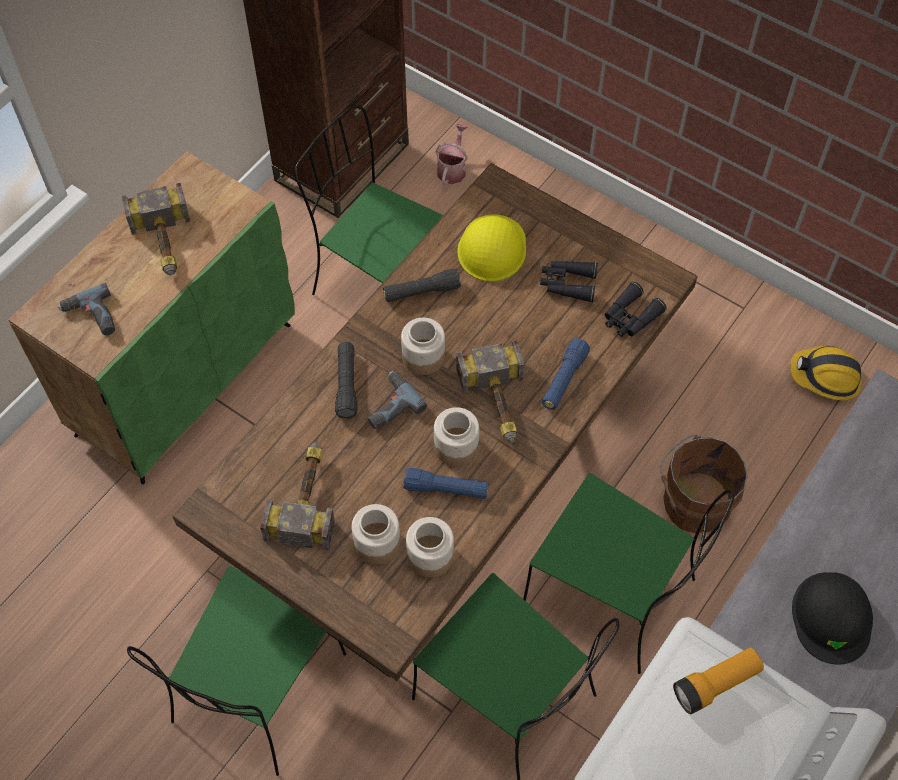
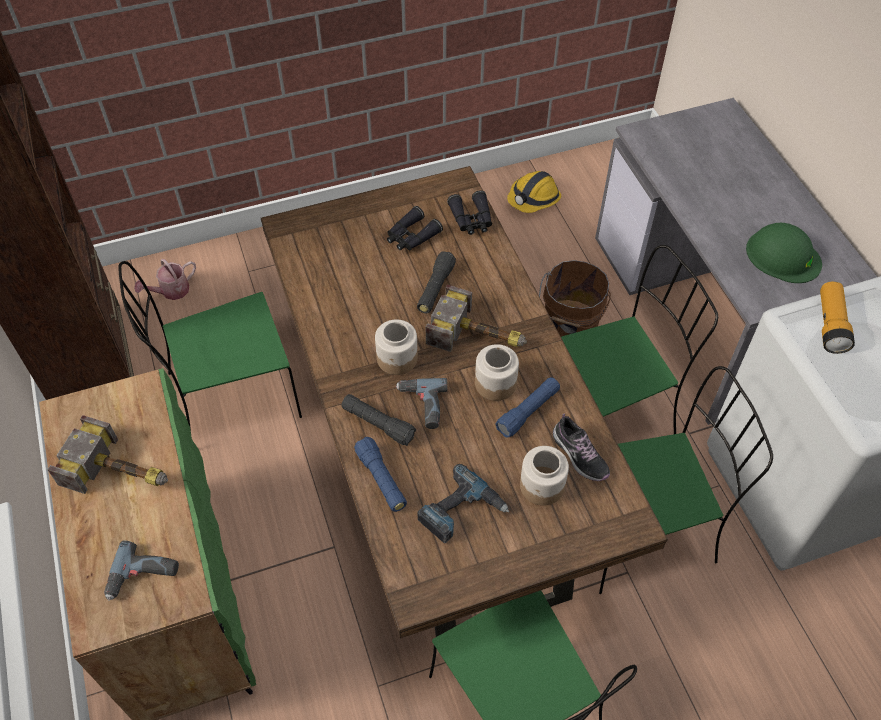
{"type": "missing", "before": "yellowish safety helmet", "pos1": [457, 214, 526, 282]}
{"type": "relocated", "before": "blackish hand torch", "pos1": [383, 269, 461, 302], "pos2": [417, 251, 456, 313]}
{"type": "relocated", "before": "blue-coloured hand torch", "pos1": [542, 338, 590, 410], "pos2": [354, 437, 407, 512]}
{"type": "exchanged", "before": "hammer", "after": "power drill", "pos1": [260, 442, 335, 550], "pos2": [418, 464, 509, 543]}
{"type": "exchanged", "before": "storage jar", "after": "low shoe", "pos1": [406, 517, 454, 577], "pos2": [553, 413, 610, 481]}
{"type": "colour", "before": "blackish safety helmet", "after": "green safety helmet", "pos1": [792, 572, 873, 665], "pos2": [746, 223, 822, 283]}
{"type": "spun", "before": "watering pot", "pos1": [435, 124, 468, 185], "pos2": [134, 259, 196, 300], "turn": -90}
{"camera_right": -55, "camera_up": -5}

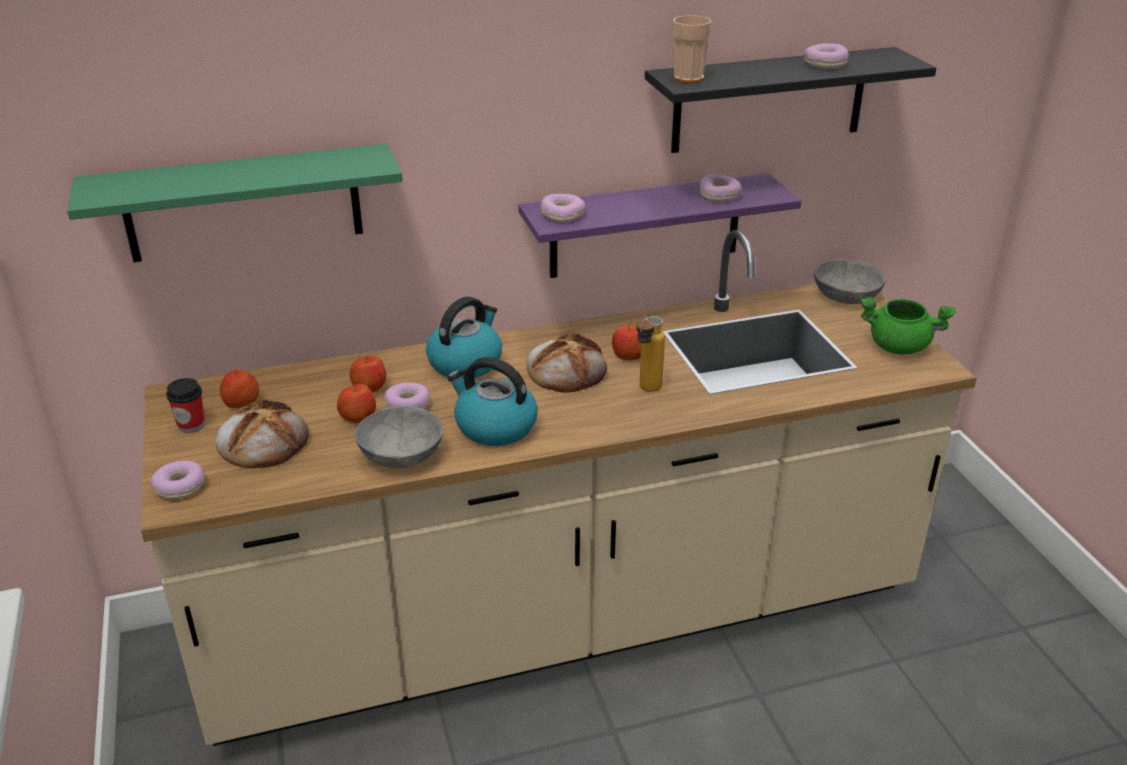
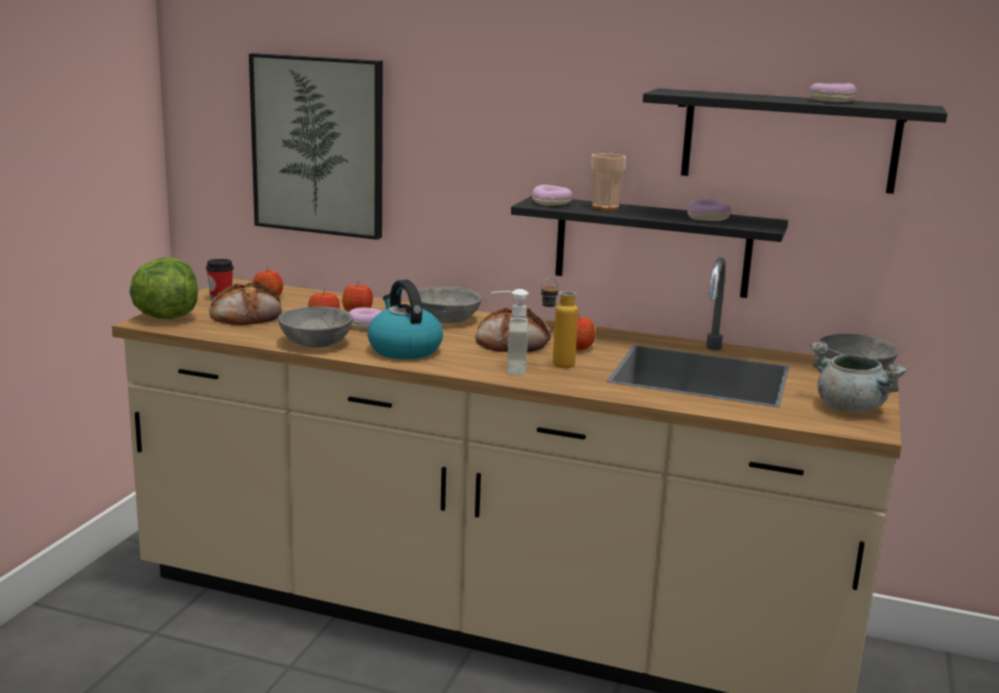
{"type": "appeared", "after": "soap bottle", "pos2": [491, 289, 529, 375]}
{"type": "relocated", "before": "cup", "pos1": [673, 15, 711, 83], "pos2": [591, 153, 626, 210]}
{"type": "exchanged", "before": "green wall shelf", "after": "wall art", "pos1": [67, 144, 403, 262], "pos2": [249, 53, 383, 240]}
{"type": "exchanged", "before": "ring doughnut", "after": "head of lettuce", "pos1": [150, 461, 205, 499], "pos2": [129, 258, 198, 319]}
{"type": "exchanged", "before": "water kettle", "after": "greyish bowl", "pos1": [426, 297, 502, 378], "pos2": [418, 287, 482, 323]}
{"type": "colour", "before": "purplish wall shelf", "after": "blackish wall shelf", "pos1": [518, 174, 802, 278], "pos2": [511, 196, 788, 298]}
{"type": "colour", "before": "green cooking pot", "after": "greyish cooking pot", "pos1": [860, 297, 956, 354], "pos2": [810, 341, 908, 412]}
{"camera_right": 35, "camera_up": -15}

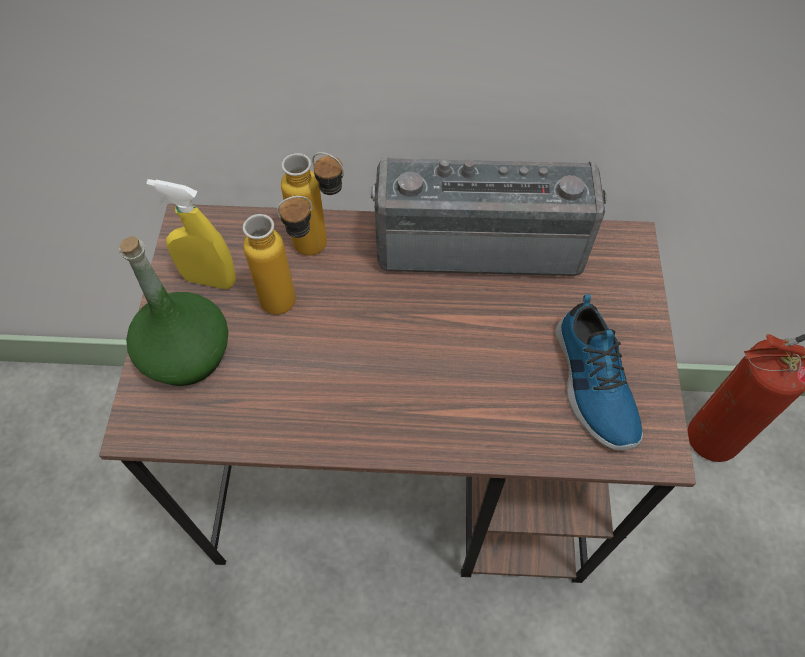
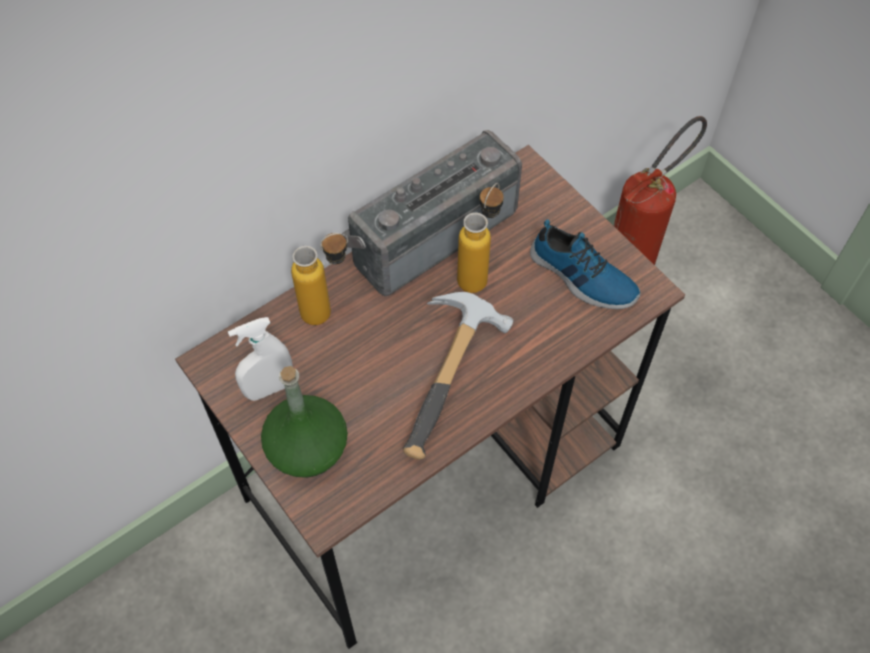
{"type": "appeared", "after": "hammer", "pos2": [403, 292, 514, 460]}
{"type": "relocated", "before": "bottle", "pos1": [243, 196, 312, 315], "pos2": [457, 183, 504, 293]}
{"type": "colour", "before": "yellowish sprayer", "after": "whitish sprayer", "pos1": [147, 179, 236, 289], "pos2": [228, 317, 293, 401]}
{"camera_right": -40, "camera_up": 0}

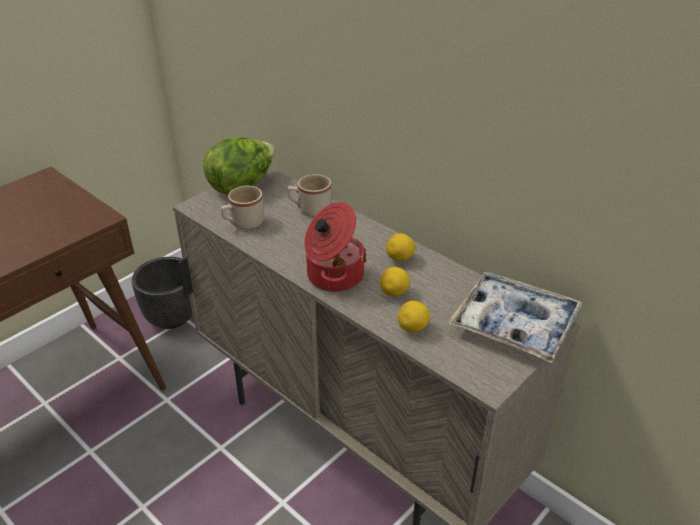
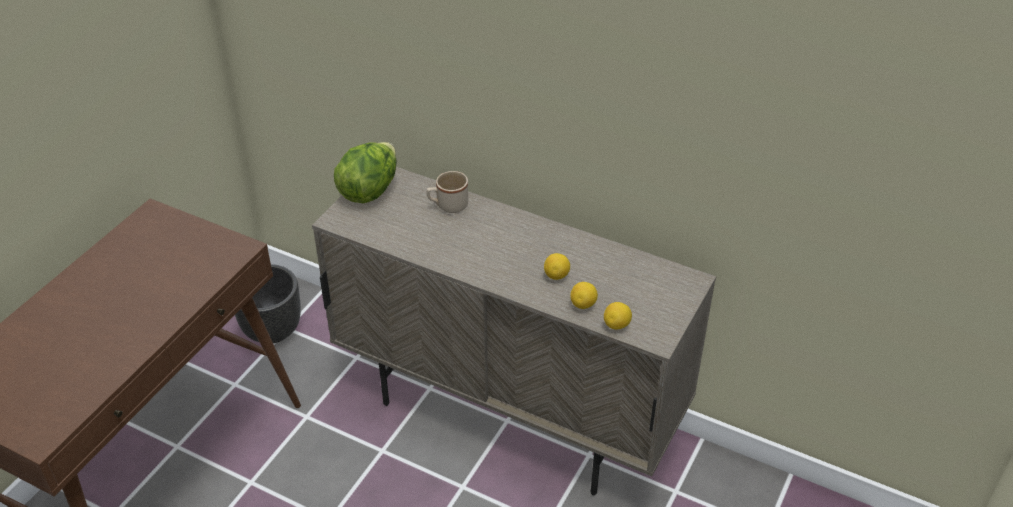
{"type": "missing", "before": "sand-coloured mug", "pos1": [221, 186, 264, 230]}
{"type": "missing", "before": "cooking pot", "pos1": [304, 202, 367, 292]}
{"type": "missing", "before": "carrying tray", "pos1": [447, 272, 583, 363]}
{"type": "relocated", "before": "lemon", "pos1": [386, 233, 415, 261], "pos2": [604, 302, 632, 330]}
{"camera_right": -15, "camera_up": 5}

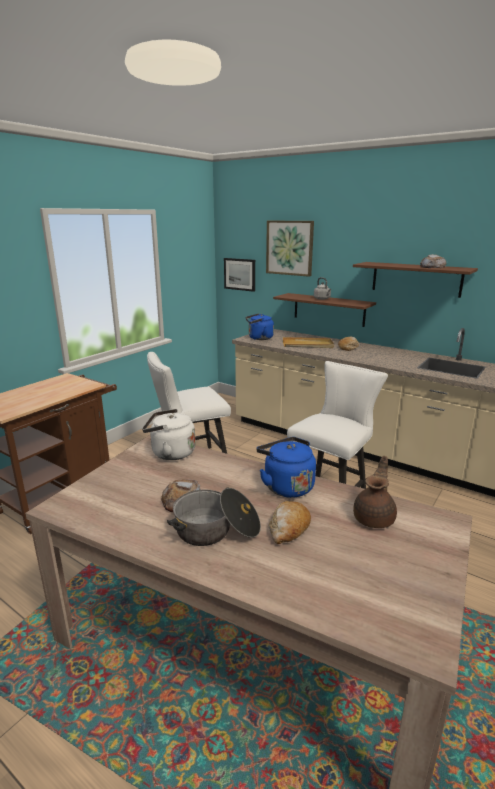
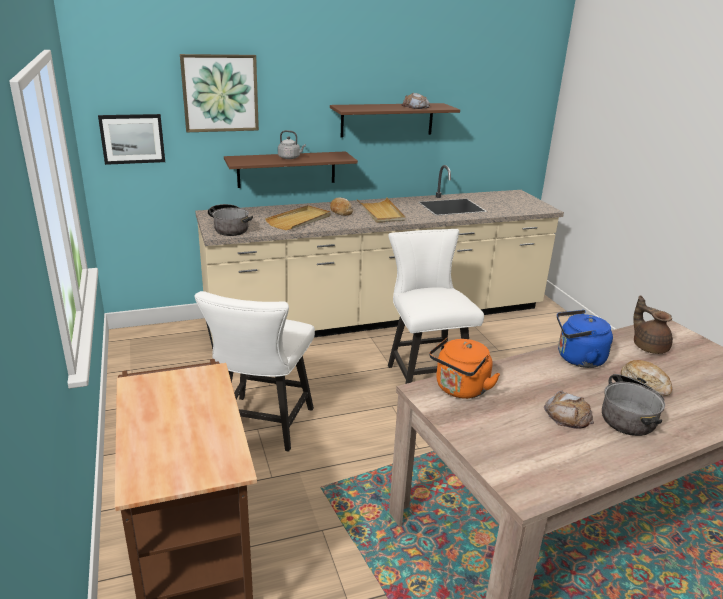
{"type": "appeared", "after": "sand-coloured carrying tray", "pos2": [357, 198, 405, 223]}
{"type": "exchanged", "before": "blue-coloured water kettle", "after": "cooking pot", "pos1": [245, 313, 274, 340], "pos2": [208, 204, 253, 236]}
{"type": "colour", "before": "whitish water kettle", "after": "orangey water kettle", "pos1": [142, 409, 196, 460], "pos2": [429, 337, 500, 399]}
{"camera_right": -55, "camera_up": 5}

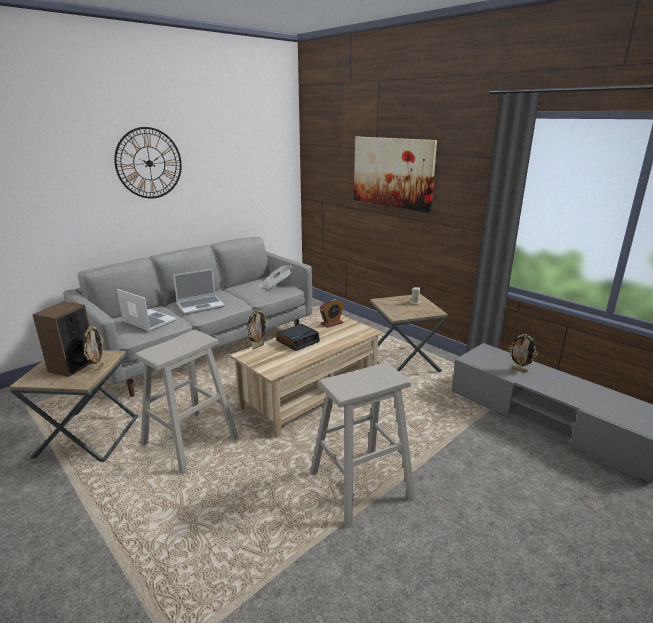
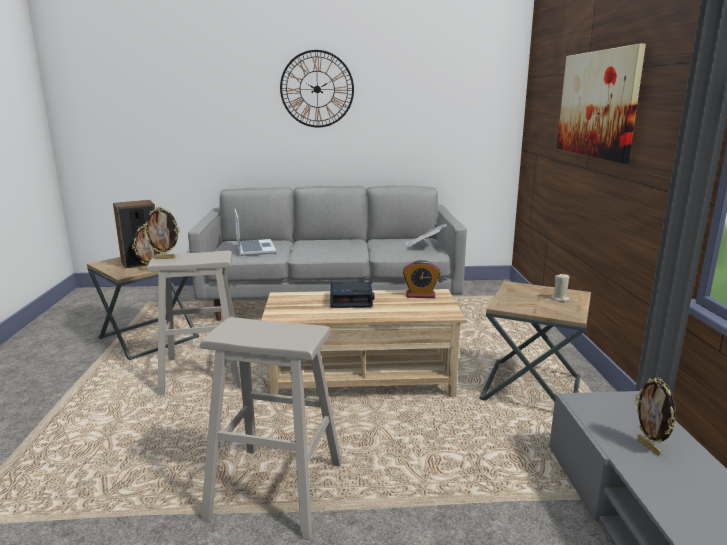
{"type": "missing", "before": "laptop", "pos1": [173, 269, 225, 315]}
{"type": "relocated", "before": "standing frame", "pos1": [247, 310, 268, 350], "pos2": [143, 207, 180, 259]}
{"camera_right": 40, "camera_up": -5}

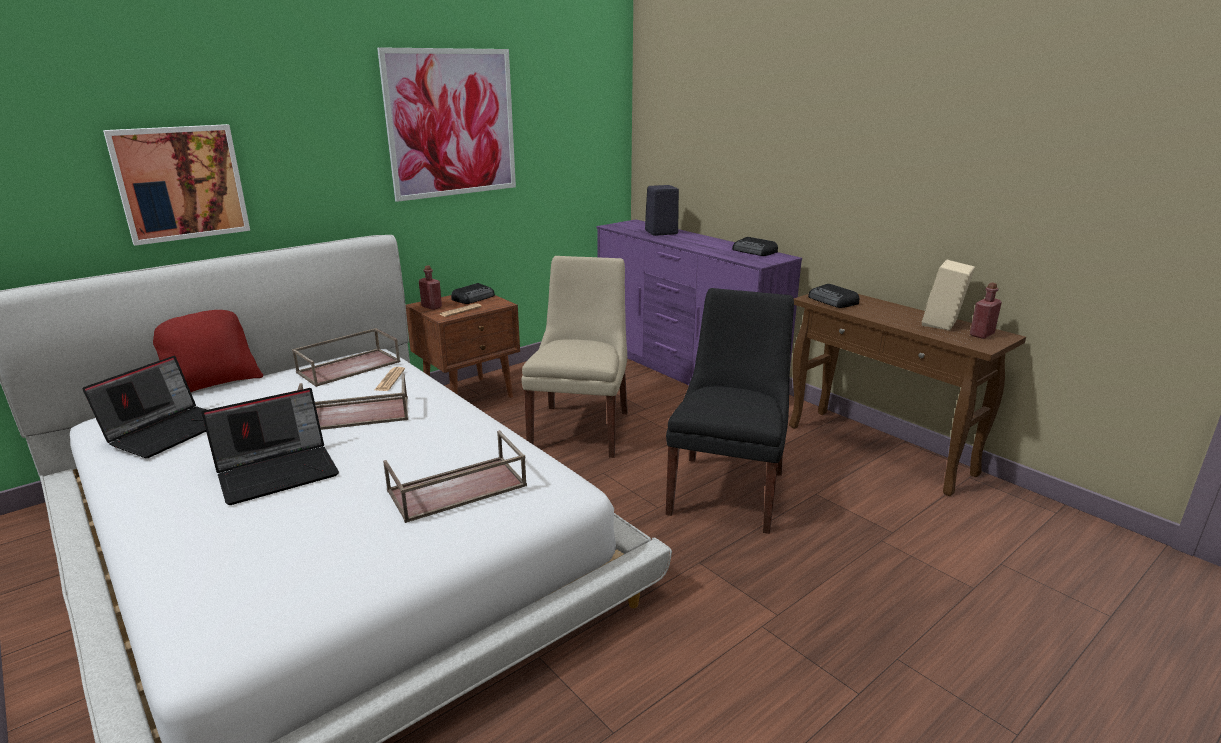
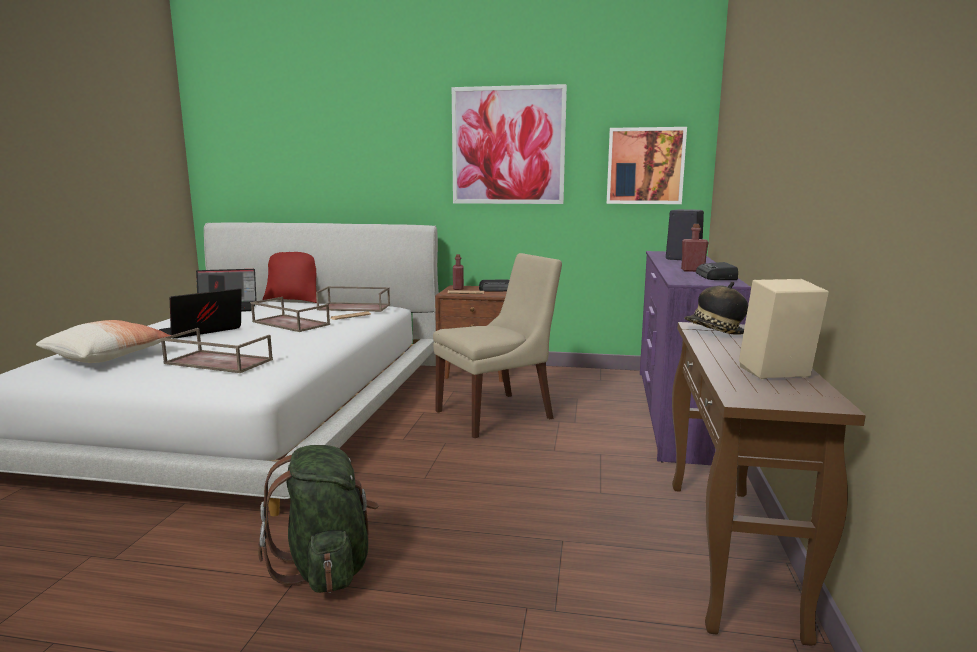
{"type": "missing", "before": "blackish plain chair", "pos1": [666, 288, 794, 534]}
{"type": "appeared", "after": "pillow", "pos2": [36, 320, 171, 363]}
{"type": "appeared", "after": "green knapsack", "pos2": [258, 445, 379, 593]}
{"type": "relocated", "before": "wall art", "pos1": [103, 124, 250, 246], "pos2": [607, 127, 687, 204]}
{"type": "relocated", "before": "red-coloured bottle", "pos1": [970, 283, 1002, 339], "pos2": [681, 224, 709, 272]}
{"type": "exchanged", "before": "radio receiver", "after": "wearable hat", "pos1": [808, 284, 859, 308], "pos2": [684, 282, 748, 335]}
{"type": "spun", "before": "laptop", "pos1": [202, 388, 339, 505], "pos2": [159, 288, 242, 338], "turn": 120}
{"camera_right": 50, "camera_up": -10}

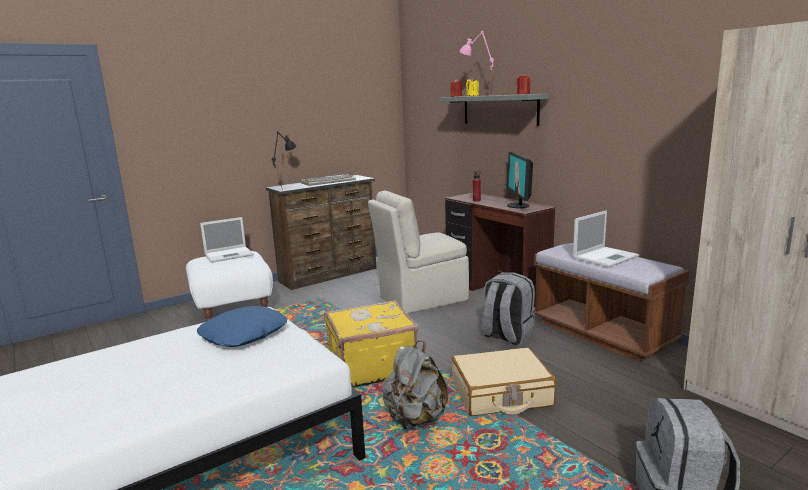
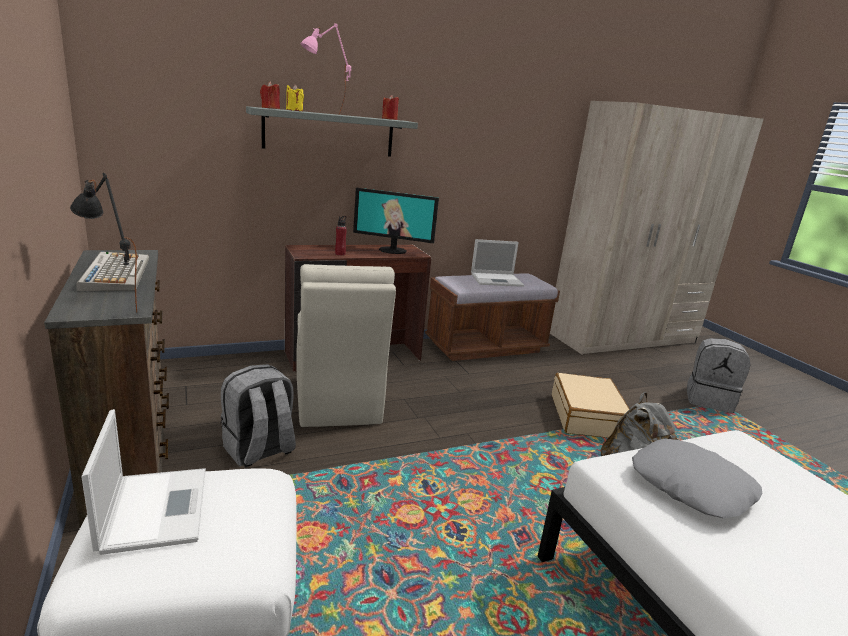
{"type": "missing", "before": "yellowish suitcase", "pos1": [324, 300, 418, 388]}
{"type": "relocated", "before": "greyish knapsack", "pos1": [482, 272, 535, 345], "pos2": [221, 364, 296, 467]}
{"type": "colour", "before": "blue-coloured pillow", "after": "greyish pillow", "pos1": [197, 306, 287, 347], "pos2": [632, 439, 762, 518]}
{"type": "spun", "before": "laptop", "pos1": [573, 210, 639, 267], "pos2": [471, 239, 524, 287], "turn": 105}
{"camera_right": -80, "camera_up": 5}

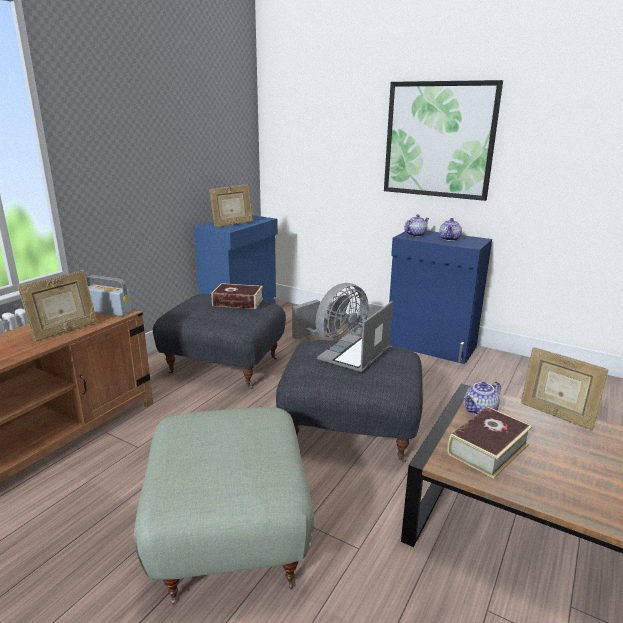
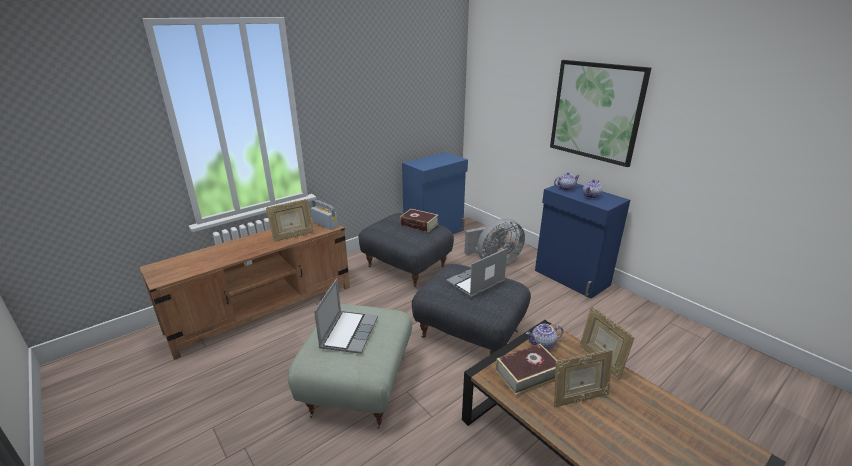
{"type": "appeared", "after": "laptop", "pos2": [314, 278, 378, 354]}
{"type": "relocated", "before": "standing frame", "pos1": [209, 184, 253, 227], "pos2": [554, 349, 613, 407]}
{"camera_right": 20, "camera_up": 5}

